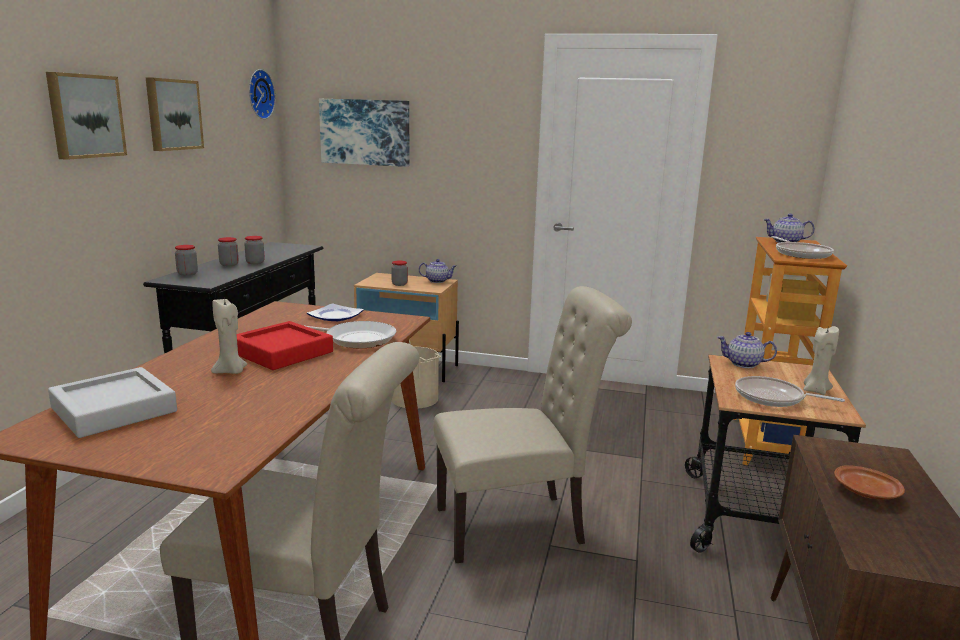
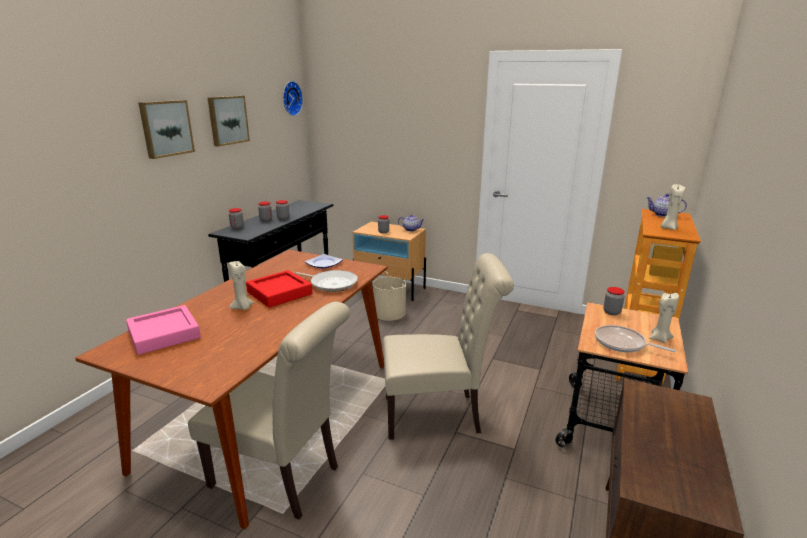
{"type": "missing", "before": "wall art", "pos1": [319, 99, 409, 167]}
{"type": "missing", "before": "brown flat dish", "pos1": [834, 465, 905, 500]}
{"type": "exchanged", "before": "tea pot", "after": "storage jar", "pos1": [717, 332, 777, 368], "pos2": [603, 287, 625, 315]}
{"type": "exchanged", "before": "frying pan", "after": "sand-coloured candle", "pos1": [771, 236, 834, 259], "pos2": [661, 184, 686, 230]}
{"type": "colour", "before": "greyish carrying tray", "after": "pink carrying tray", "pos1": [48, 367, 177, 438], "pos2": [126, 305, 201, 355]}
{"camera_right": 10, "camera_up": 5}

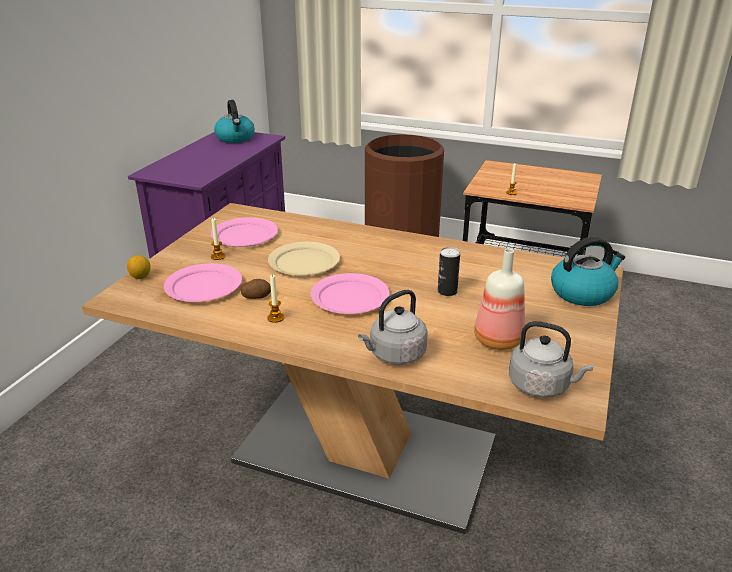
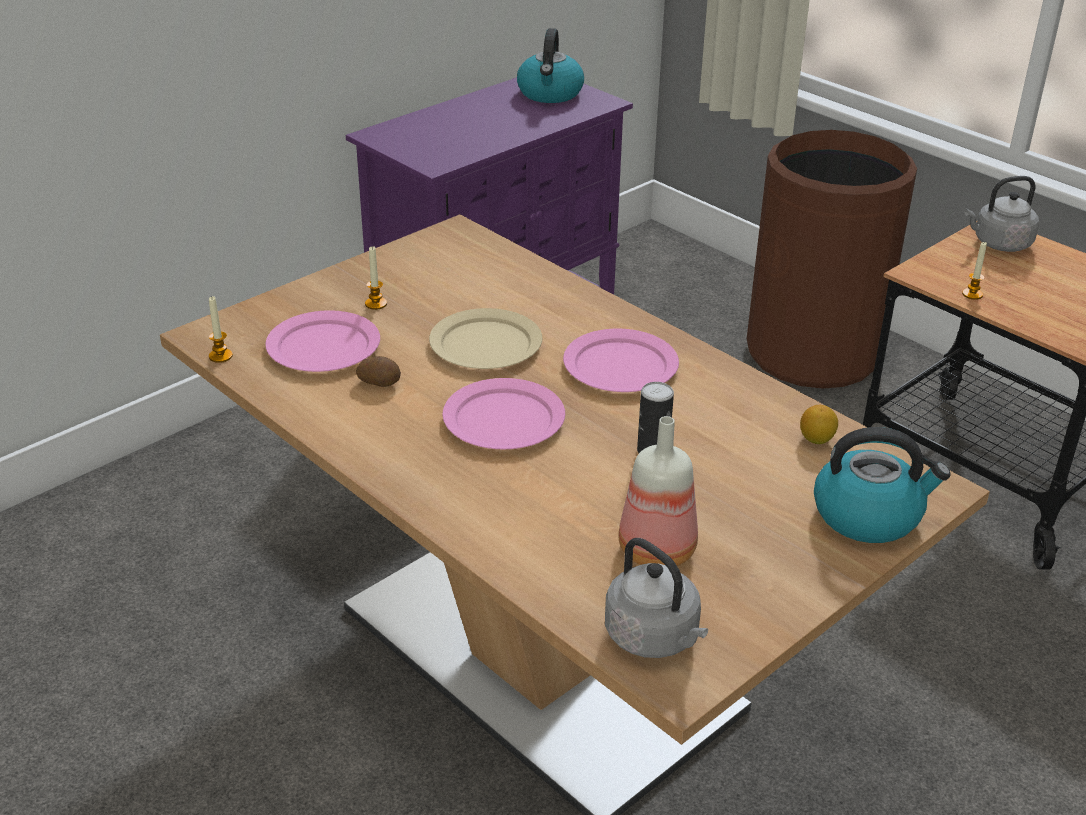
{"type": "relocated", "before": "lemon", "pos1": [127, 255, 151, 279], "pos2": [800, 405, 838, 444]}
{"type": "relocated", "before": "pink flat dish", "pos1": [211, 217, 278, 247], "pos2": [563, 329, 679, 392]}
{"type": "relocated", "before": "candle", "pos1": [267, 274, 284, 323], "pos2": [209, 296, 233, 363]}
{"type": "relocated", "before": "greyish water kettle", "pos1": [358, 290, 428, 365], "pos2": [964, 176, 1039, 252]}
{"camera_right": 25, "camera_up": 5}

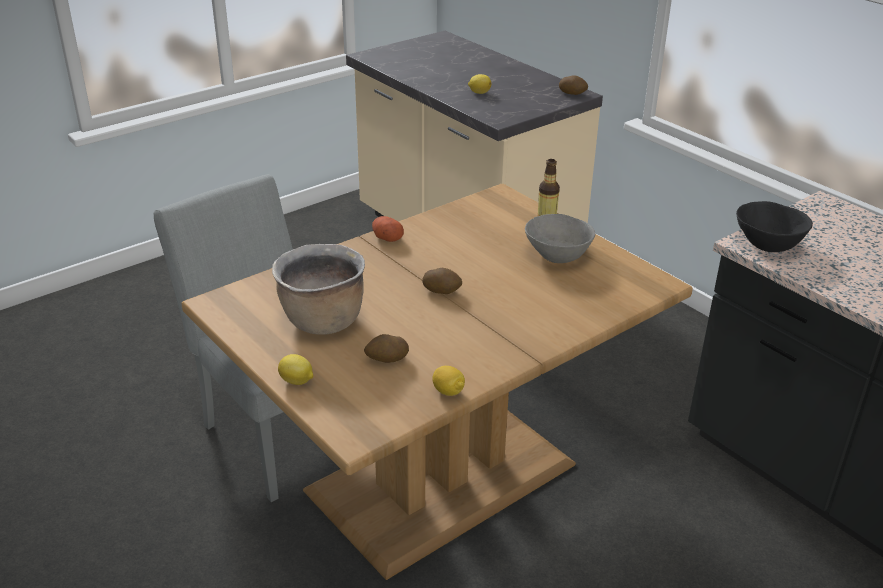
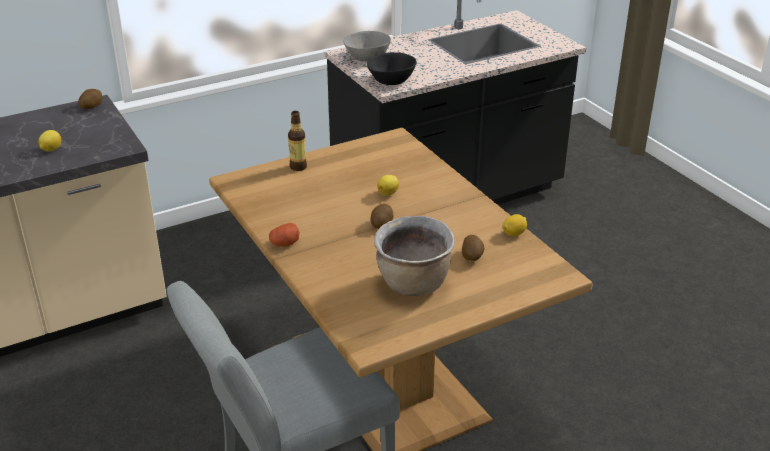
{"type": "relocated", "before": "lemon", "pos1": [278, 354, 313, 385], "pos2": [377, 175, 399, 196]}
{"type": "relocated", "before": "greyish bowl", "pos1": [525, 214, 595, 263], "pos2": [343, 31, 391, 62]}
{"camera_right": -80, "camera_up": 0}

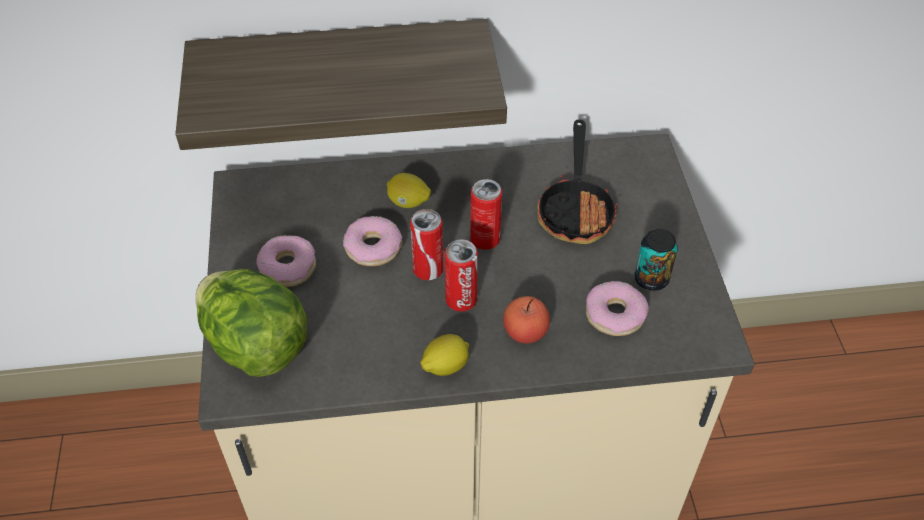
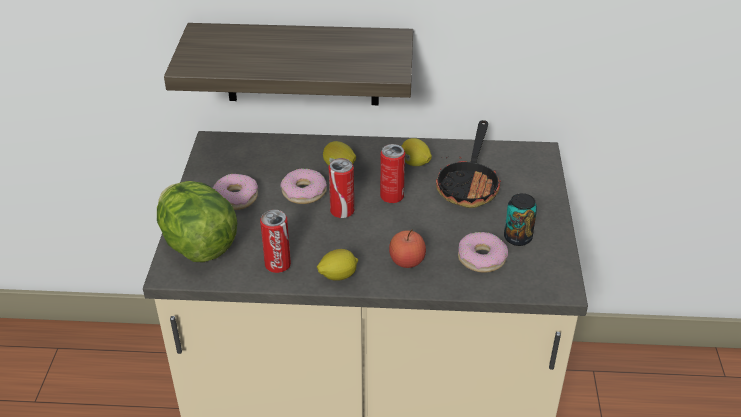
{"type": "appeared", "after": "lemon", "pos2": [401, 138, 432, 166]}
{"type": "relocated", "before": "sealed can", "pos1": [445, 239, 478, 311], "pos2": [260, 210, 291, 273]}
{"camera_right": 10, "camera_up": -10}

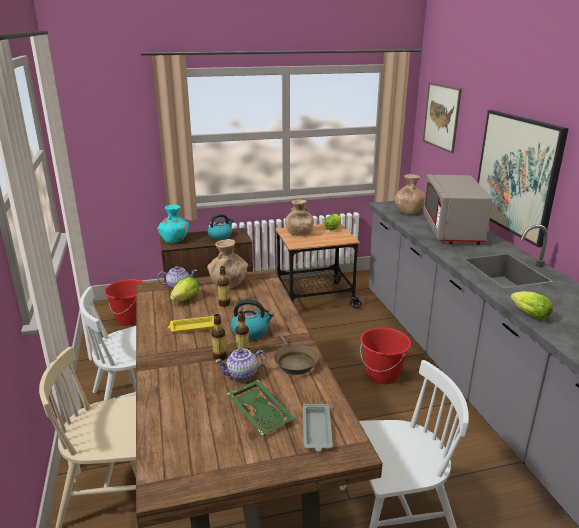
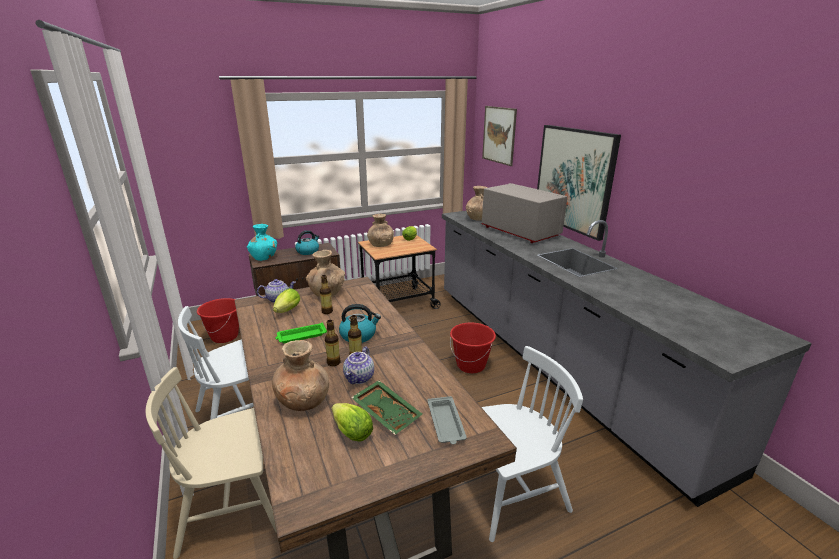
{"type": "missing", "before": "brown frying pan", "pos1": [274, 333, 319, 375]}
{"type": "appeared", "after": "brown vase", "pos2": [272, 340, 329, 411]}
{"type": "relocated", "before": "head of lettuce", "pos1": [511, 291, 553, 320], "pos2": [332, 403, 373, 442]}
{"type": "colour", "before": "yellowish carrying tray", "after": "green carrying tray", "pos1": [168, 316, 214, 333], "pos2": [275, 323, 327, 343]}
{"type": "spun", "before": "tea pot", "pos1": [215, 349, 267, 382], "pos2": [343, 346, 374, 384], "turn": -45}
{"type": "spun", "before": "greyish kitchen microwave", "pos1": [423, 175, 493, 245], "pos2": [481, 183, 567, 243], "turn": 150}
{"camera_right": -10, "camera_up": 0}

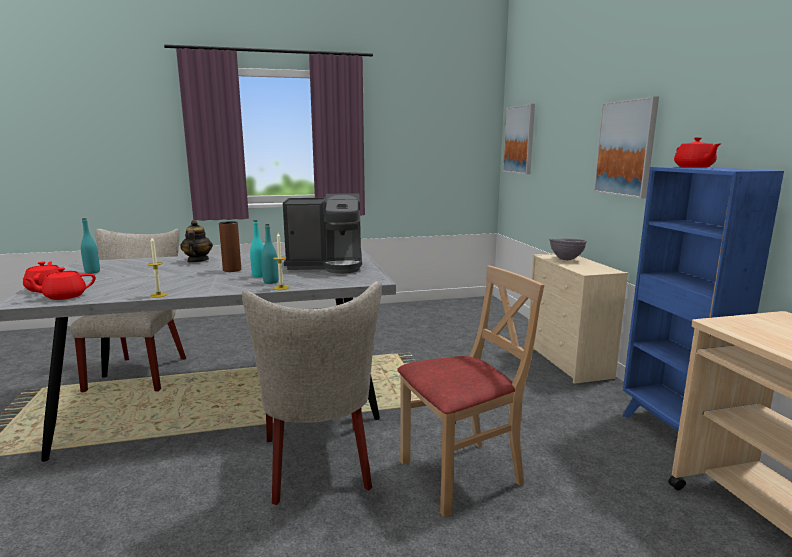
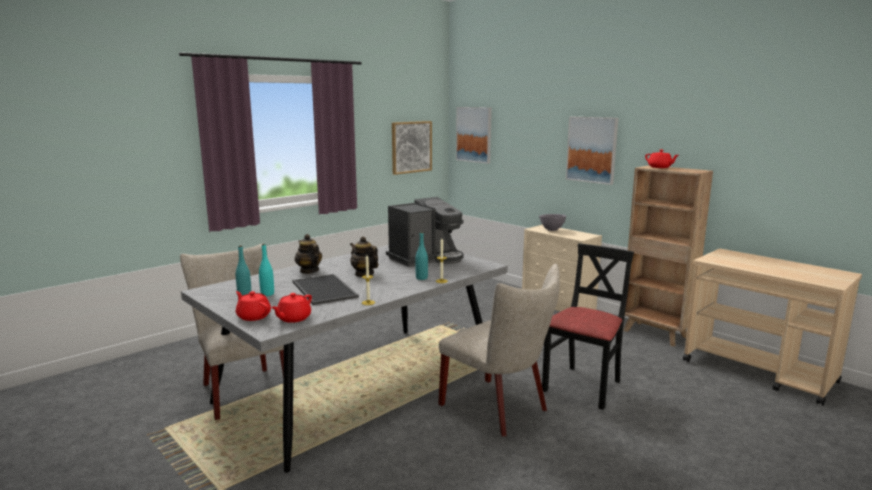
{"type": "appeared", "after": "carrying tray", "pos2": [292, 274, 359, 305]}
{"type": "appeared", "after": "wall art", "pos2": [392, 121, 432, 175]}
{"type": "relocated", "before": "turquoise bottle", "pos1": [250, 220, 264, 277], "pos2": [259, 244, 274, 296]}
{"type": "exchanged", "before": "brown vase", "after": "tea pot", "pos1": [219, 221, 241, 272], "pos2": [350, 236, 379, 277]}
{"type": "colour", "before": "sand-coloured plain chair", "after": "blackish plain chair", "pos1": [397, 266, 544, 517], "pos2": [542, 243, 634, 410]}
{"type": "colour", "before": "blue-coloured bookcase", "after": "brown bookcase", "pos1": [623, 167, 784, 432], "pos2": [623, 165, 713, 346]}
{"camera_right": -30, "camera_up": 0}

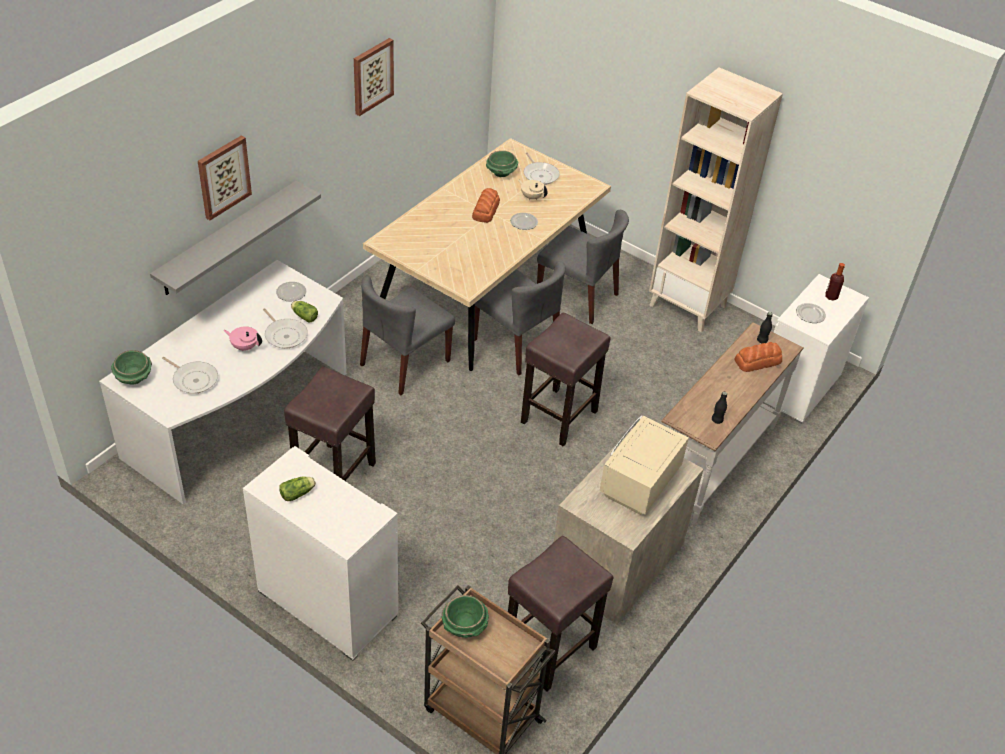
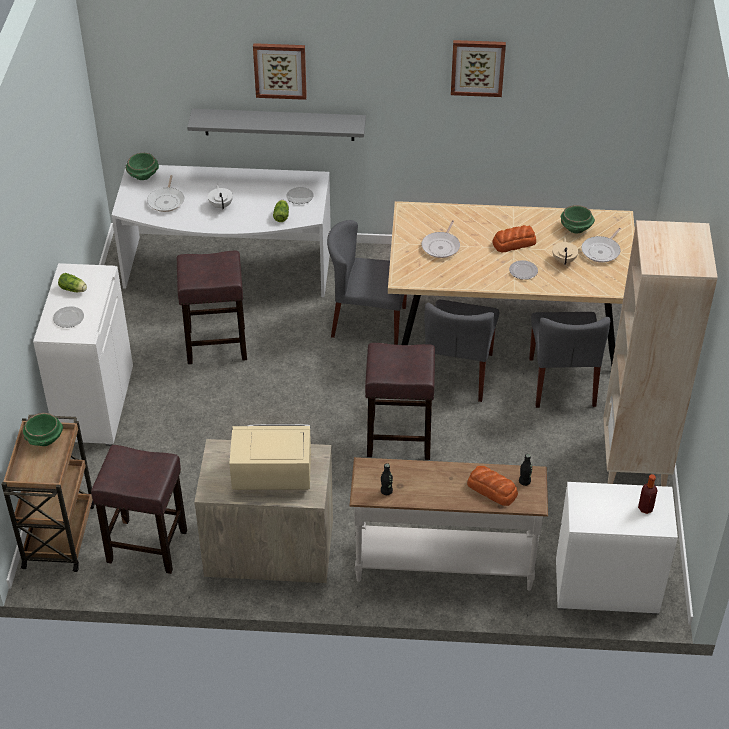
{"type": "relocated", "before": "frying pan", "pos1": [263, 308, 308, 349], "pos2": [422, 220, 460, 258]}
{"type": "relocated", "before": "flat dish", "pos1": [796, 303, 826, 323], "pos2": [53, 306, 84, 328]}
{"type": "colour", "before": "pink tea pot", "after": "whitish tea pot", "pos1": [224, 327, 262, 352], "pos2": [208, 184, 233, 210]}
{"camera_right": 60, "camera_up": 0}

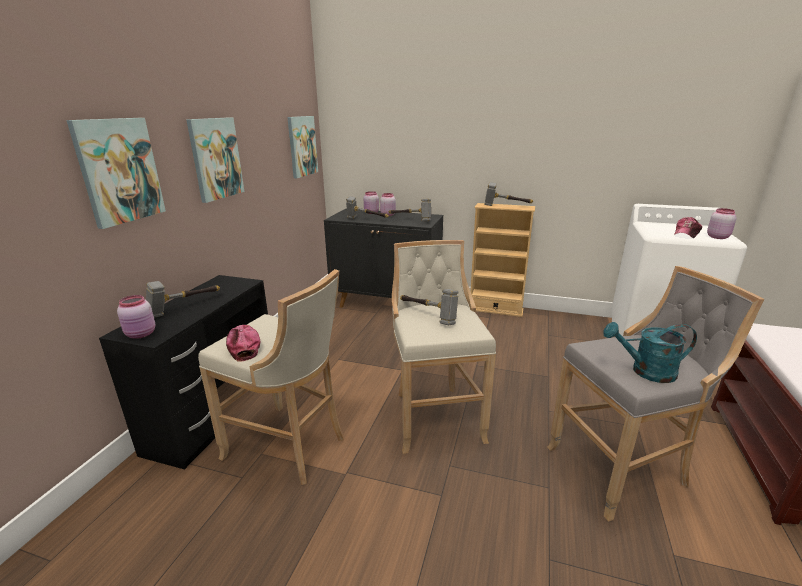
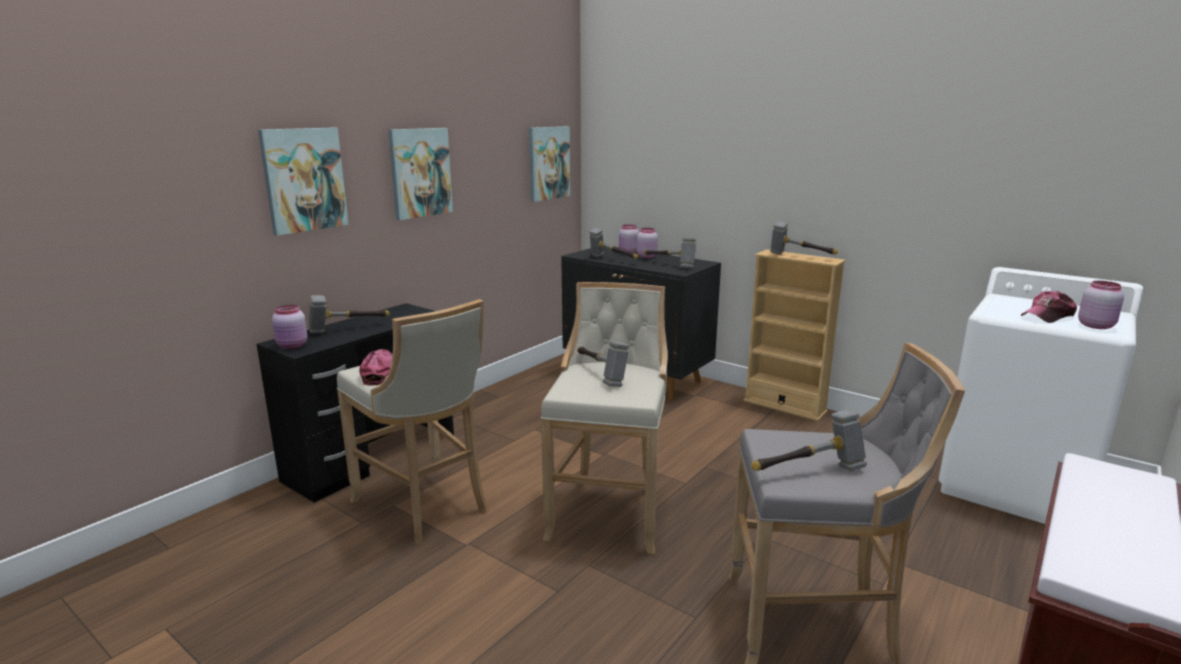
{"type": "exchanged", "before": "turquoise watering pot", "after": "hammer", "pos1": [603, 322, 697, 383], "pos2": [751, 410, 867, 471]}
{"camera_right": 20, "camera_up": -5}

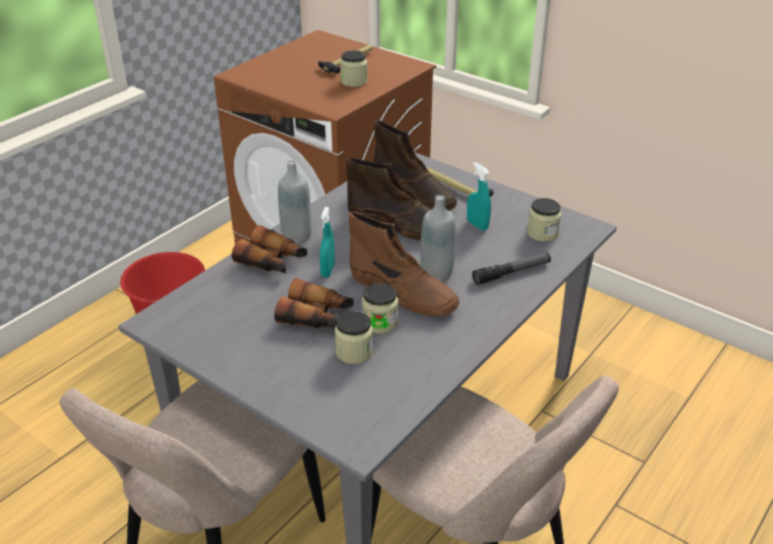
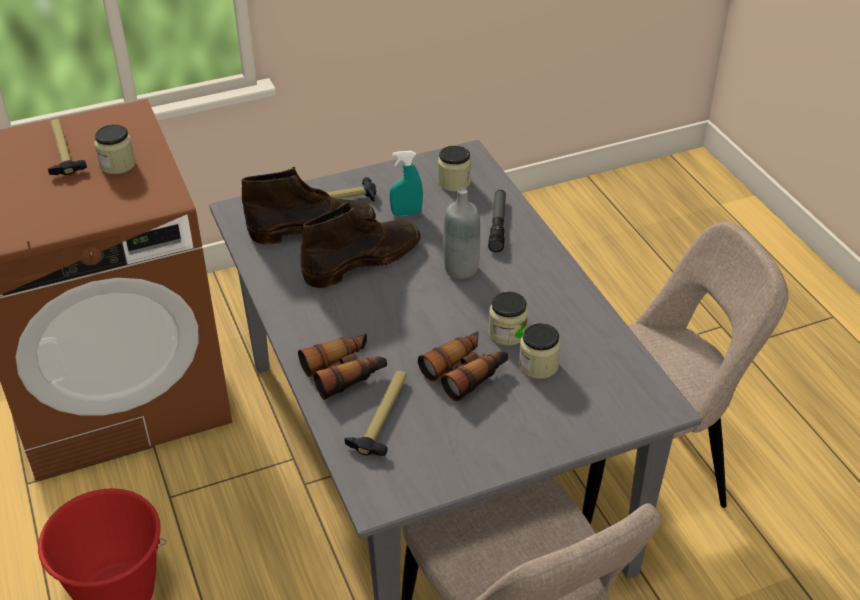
{"type": "missing", "before": "greyish bottle", "pos1": [278, 160, 312, 243]}
{"type": "missing", "before": "turquoise sprayer", "pos1": [320, 207, 335, 278]}
{"type": "missing", "before": "brown high-top boot", "pos1": [349, 211, 459, 316]}
{"type": "appeared", "after": "hammer", "pos2": [344, 371, 407, 456]}
{"camera_right": -60, "camera_up": 5}

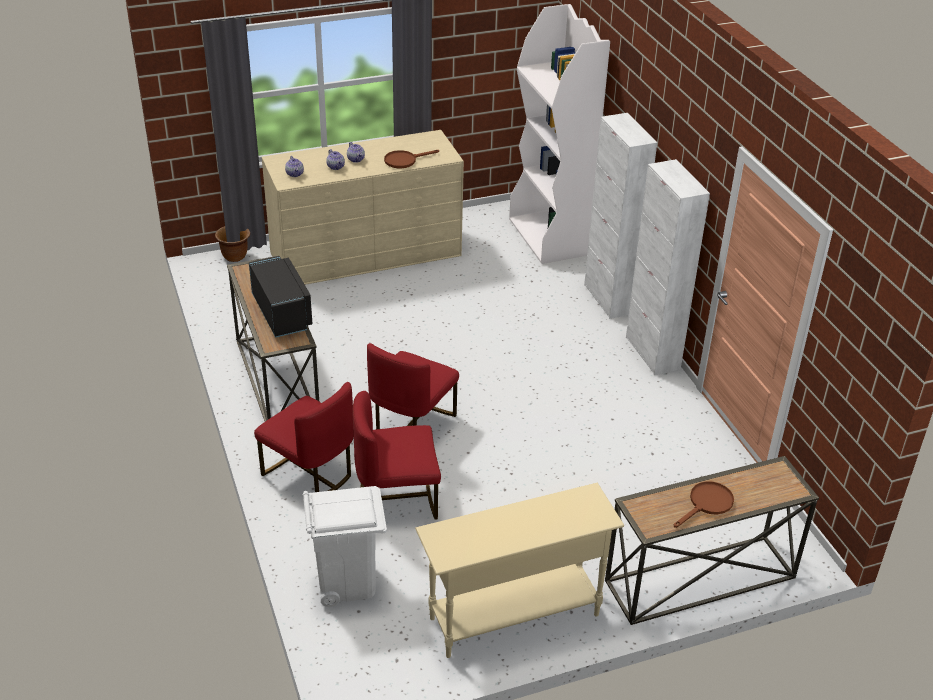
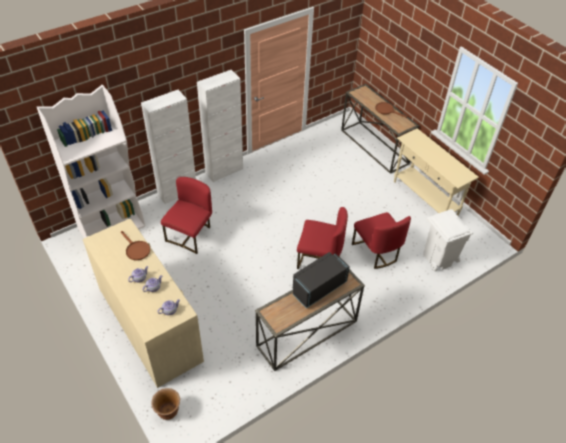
{"type": "relocated", "before": "red-coloured plain chair", "pos1": [254, 382, 354, 492], "pos2": [161, 177, 212, 254]}
{"camera_right": -105, "camera_up": 10}

